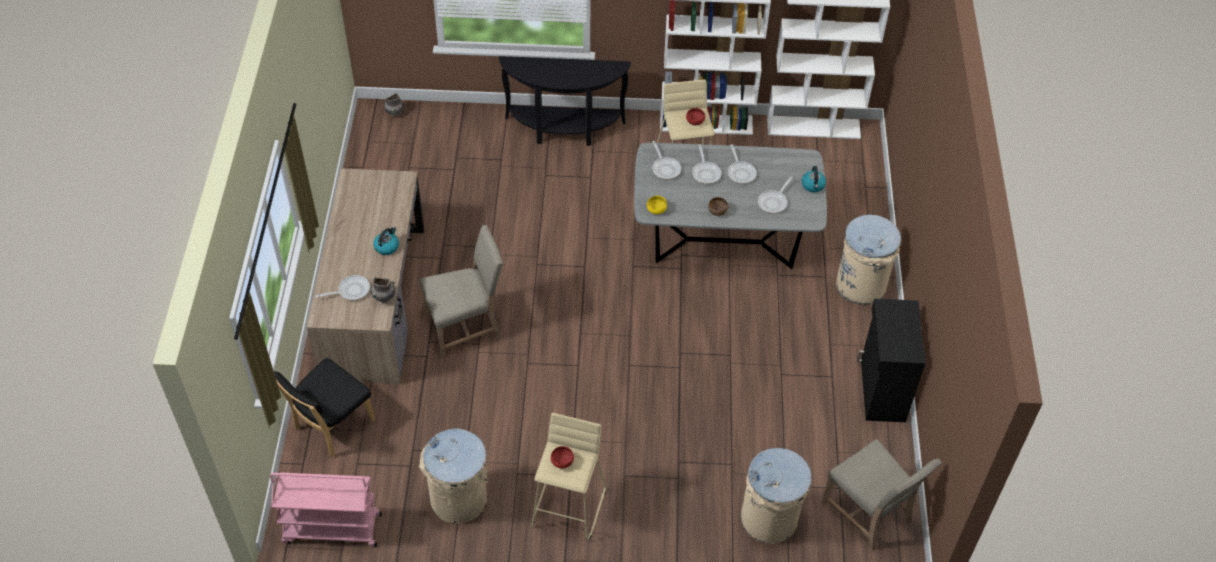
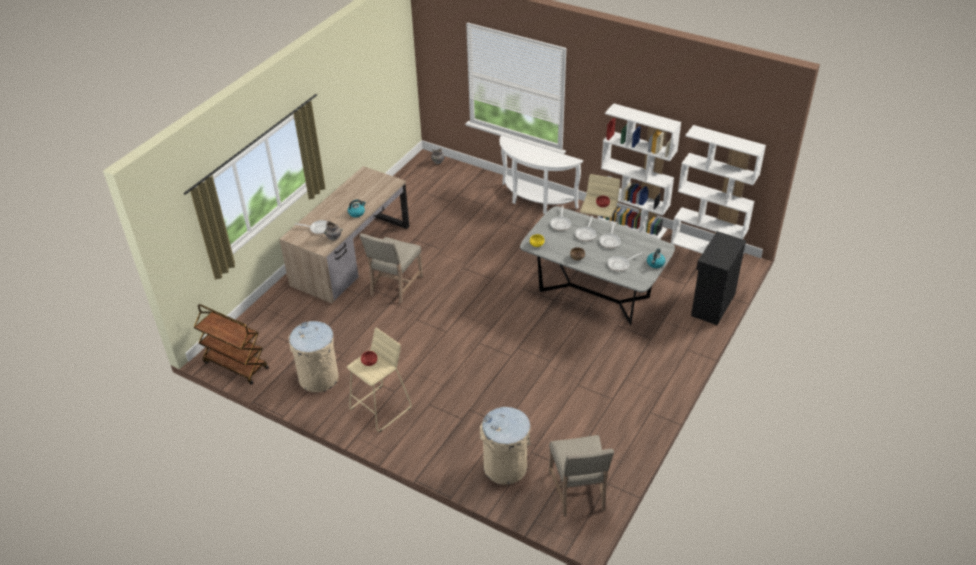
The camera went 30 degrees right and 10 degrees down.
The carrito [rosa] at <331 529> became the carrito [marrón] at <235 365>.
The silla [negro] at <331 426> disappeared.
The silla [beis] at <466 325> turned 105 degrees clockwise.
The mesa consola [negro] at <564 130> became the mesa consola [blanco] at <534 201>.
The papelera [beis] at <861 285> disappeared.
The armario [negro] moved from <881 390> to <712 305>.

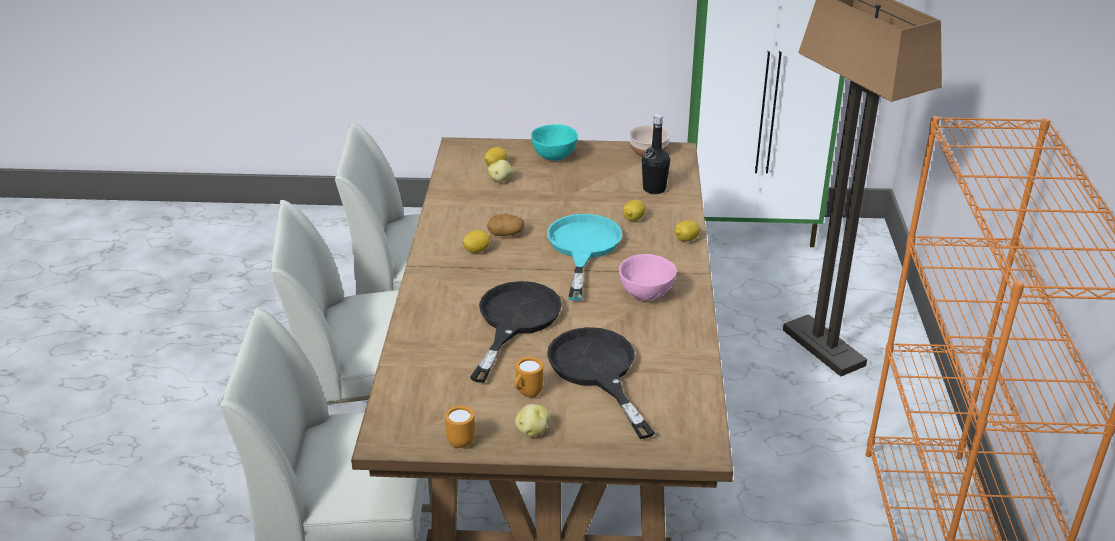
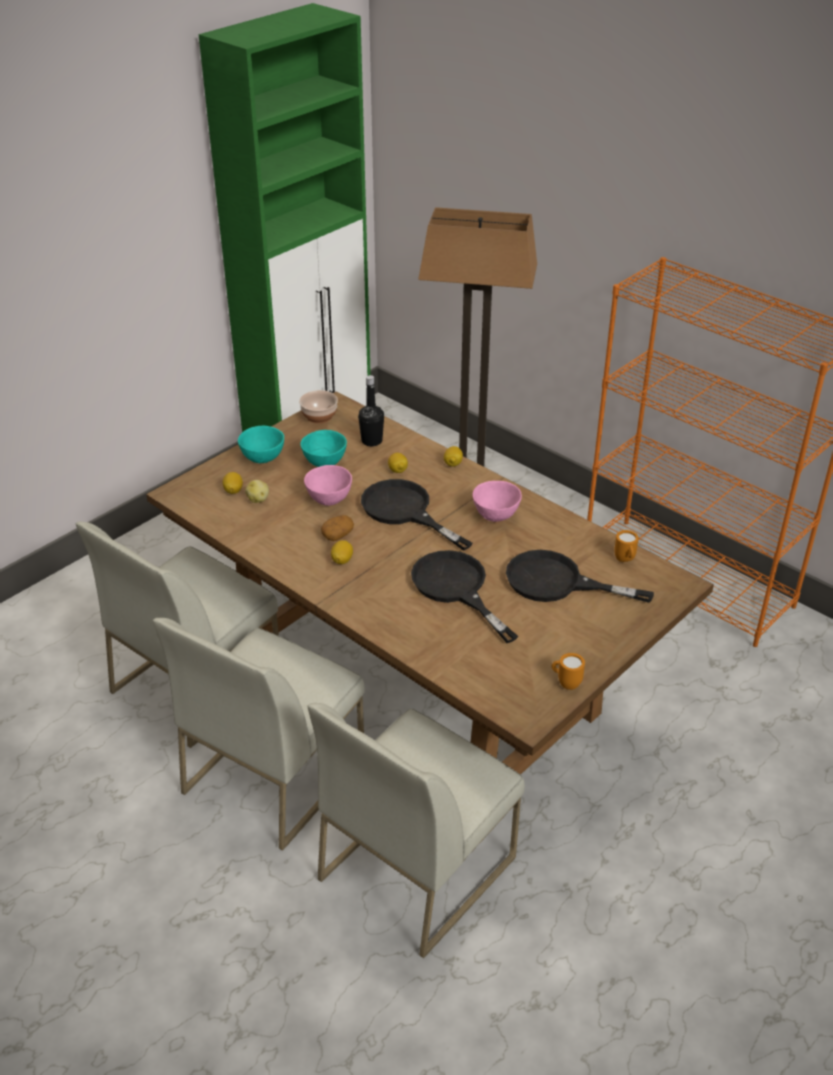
The camera went 50 degrees left and 5 degrees up.
The taza grande [naranja] moved from <527 394> to <625 560>.
The patata at <532 431> disappeared.
The sartén [turquesa] at <582 248> became the sartén [negro] at <404 511>.
The cuenco [turquesa] at <324 463> appeared.
The cuenco [rosa] at <329 499> appeared.

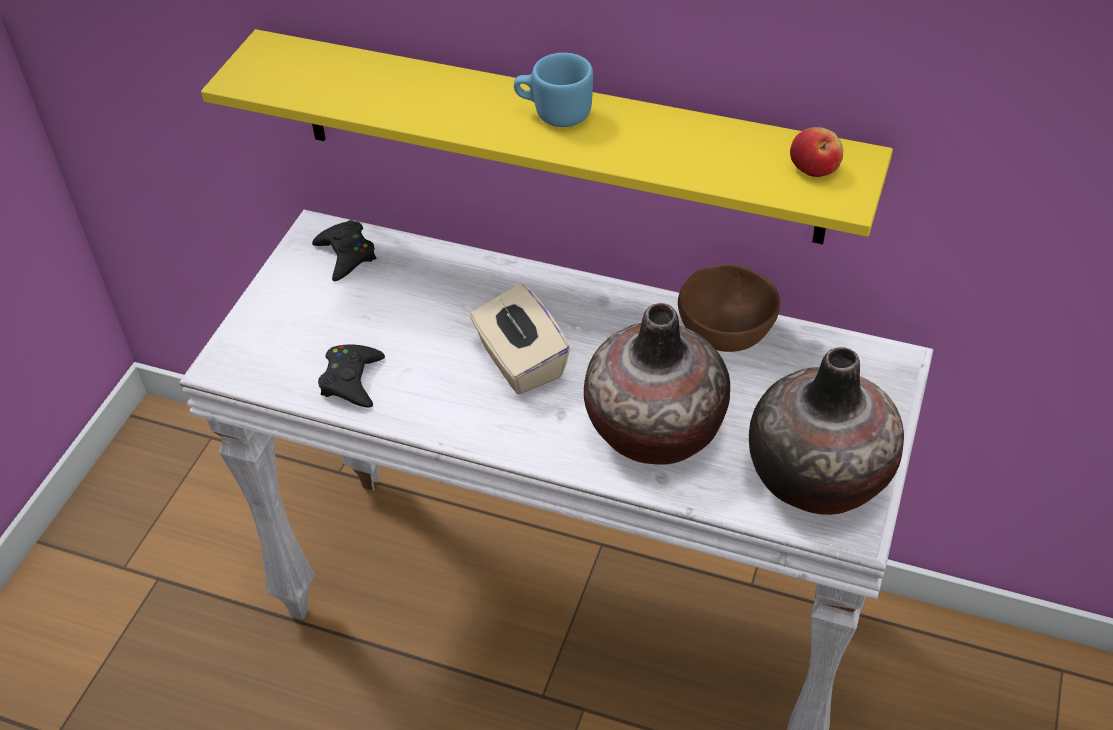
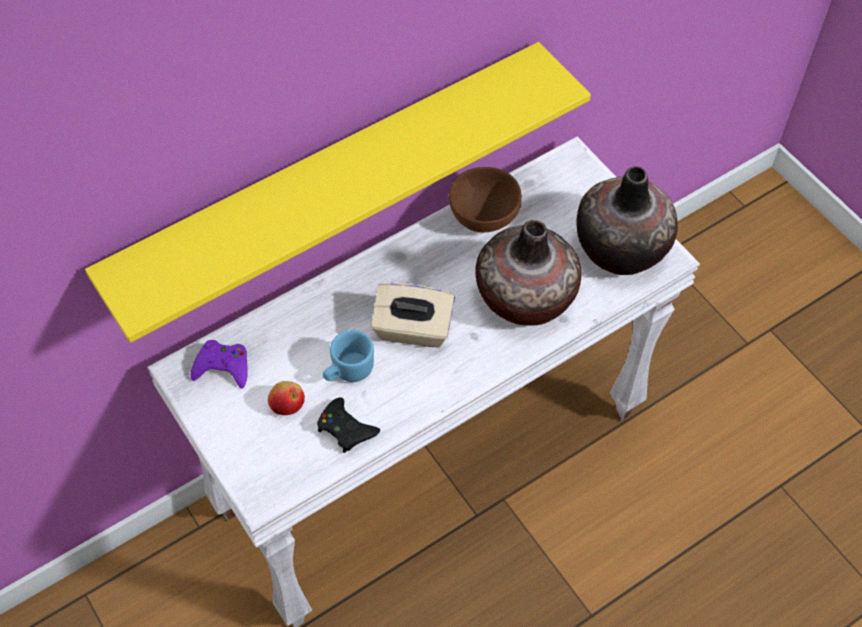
The camera went 55 degrees left and 10 degrees up.
The mando de consola [negro] at <346 255> became the mando de consola [morado] at <223 367>.
The taza grande [azul] moved from <554 113> to <347 371>.
The manzana moved from <814 167> to <287 404>.

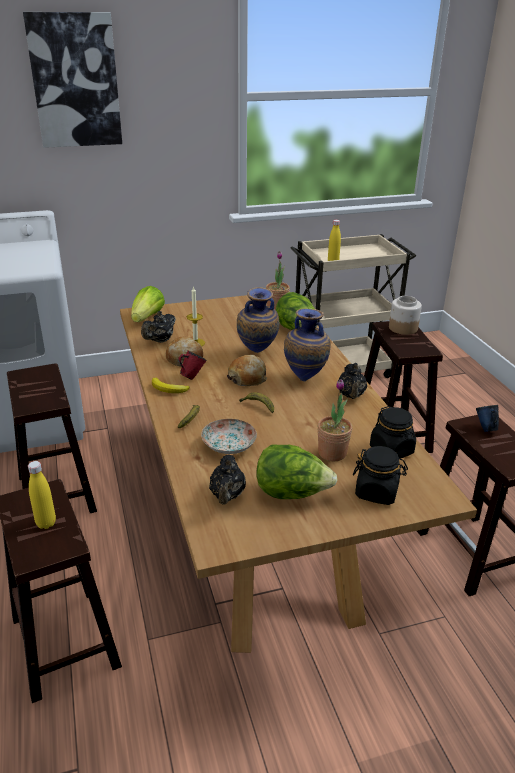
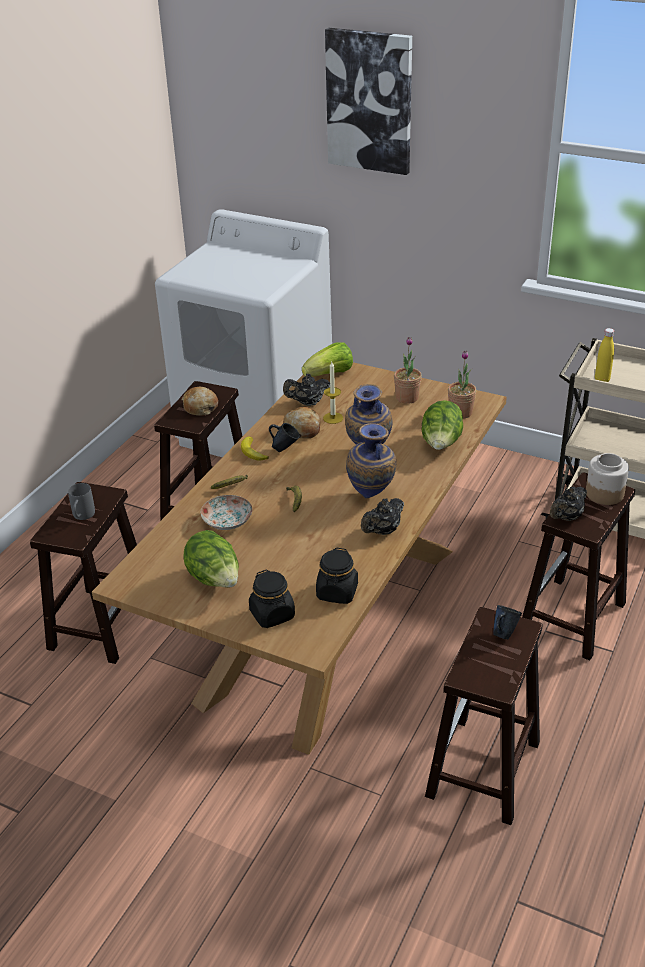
The camera went 45 degrees right and 5 degrees up.
The botella [amarillo] at <46 523> was replaced by the taza grande [gris] at <82 516>.
The taza grande [rojo] at <192 376> became the taza grande [azul] at <285 449>.
The tetera [negro] moved from <227 496> to <567 517>.
The pan moved from <247 378> to <200 407>.
The planta en maceta moved from <332 453> to <407 398>.

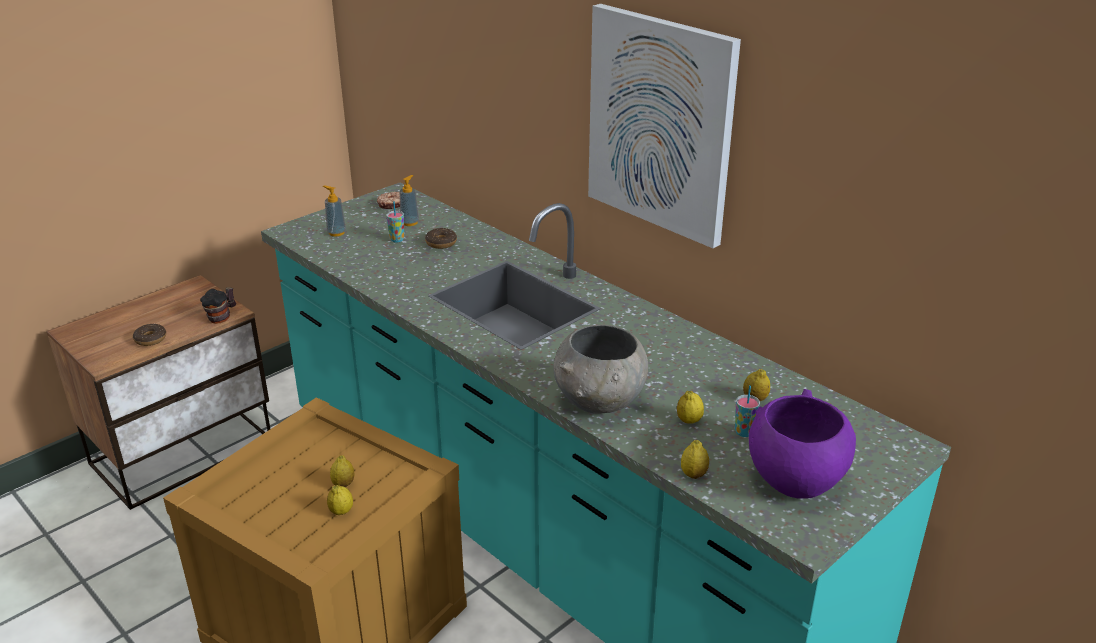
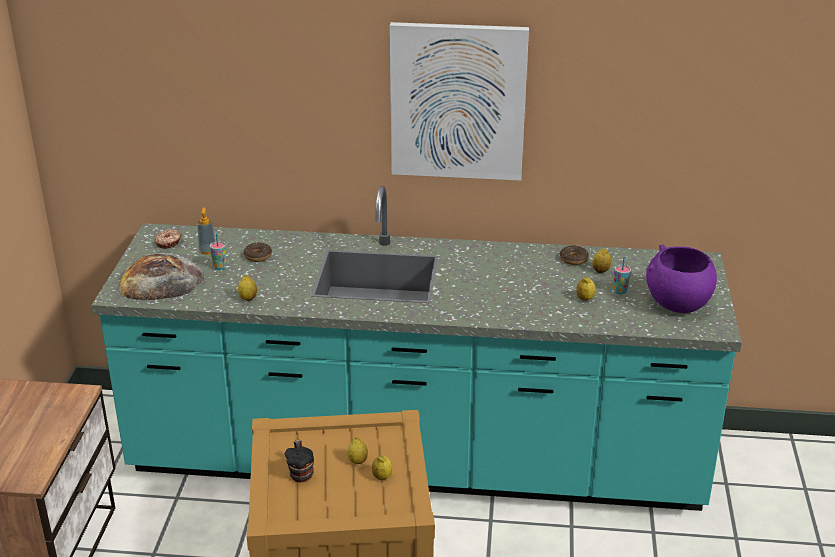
The camera went 40 degrees left and 0 degrees up.
The rosquilla moved from <150 339> to <573 259>.
The taza grande moved from <222 317> to <301 473>.
The dispensador de jabón at <336 233> was replaced by the pan at <161 281>.
The cuenco [gris] at <600 402> disappeared.
The limón moved from <693 474> to <248 299>.

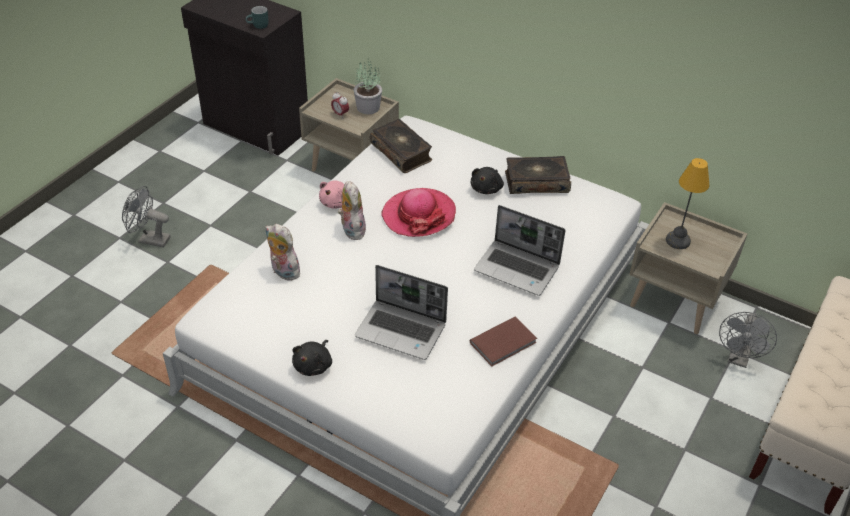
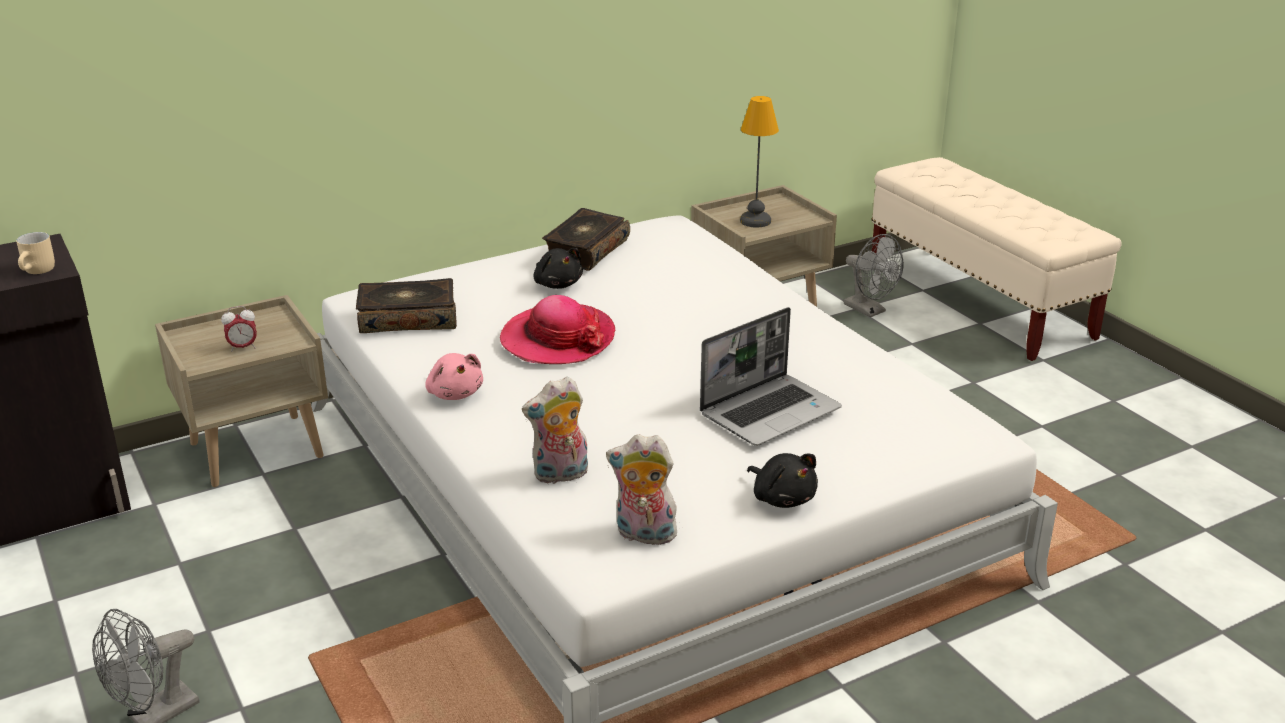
The camera went 60 degrees left and 15 degrees down.
The taza grande [turquesa] at <258 26> became the taza grande [beis] at <39 271>.
The peluche moved from <351 229> to <643 535>.
The planta en maceta at <367 107> disappeared.
The libro [marrón] at <504 343> disappeared.
The portátil at <518 269> disappeared.

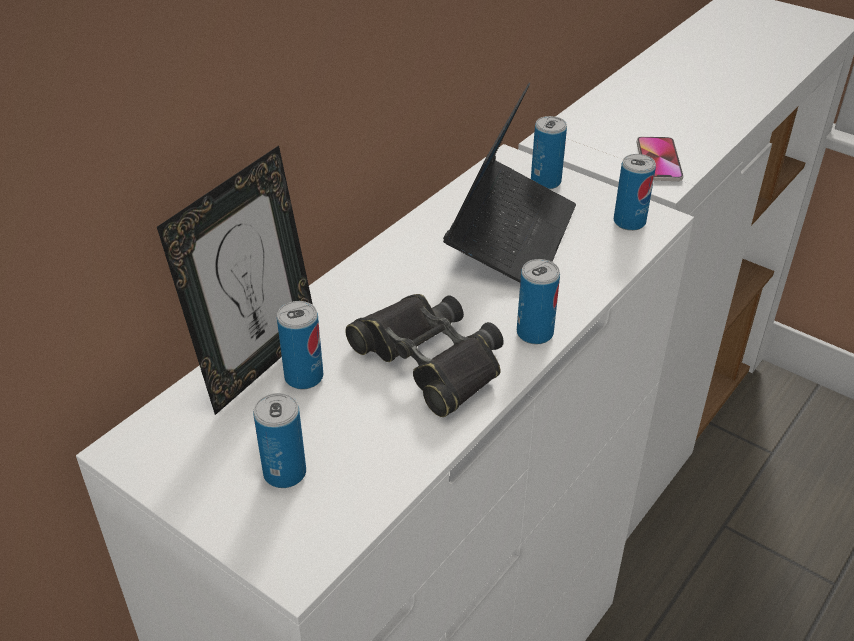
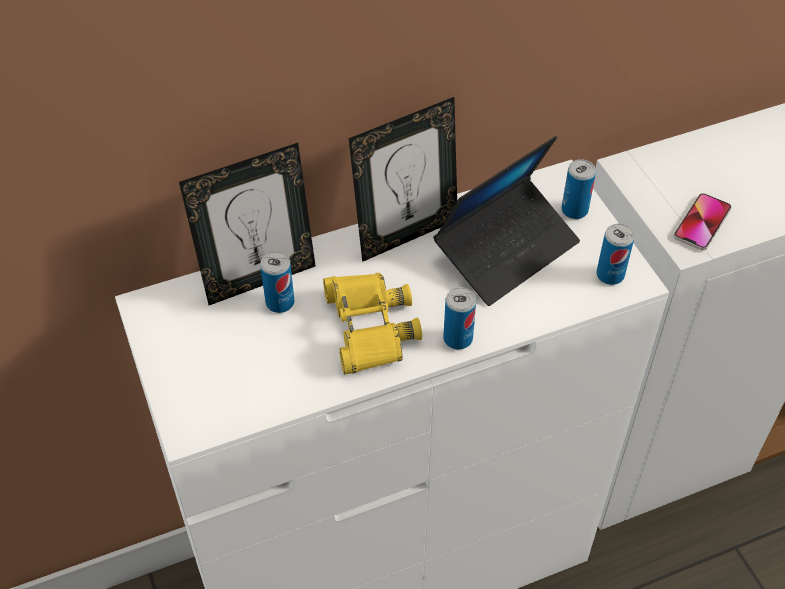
The camera went 30 degrees right and 10 degrees up.
The lata at <285 473> disappeared.
The prismáticos [negro] at <429 360> became the prismáticos [amarillo] at <369 327>.
The portarretratos at <406 234> appeared.

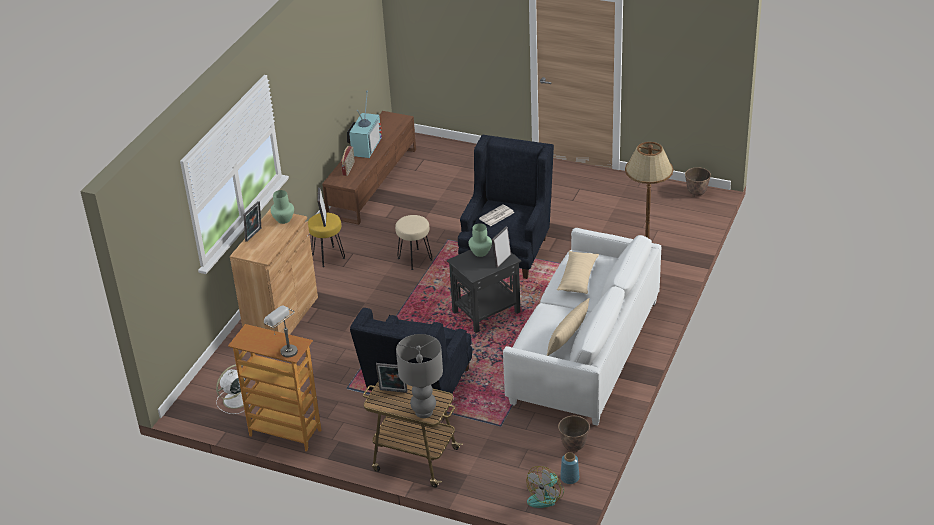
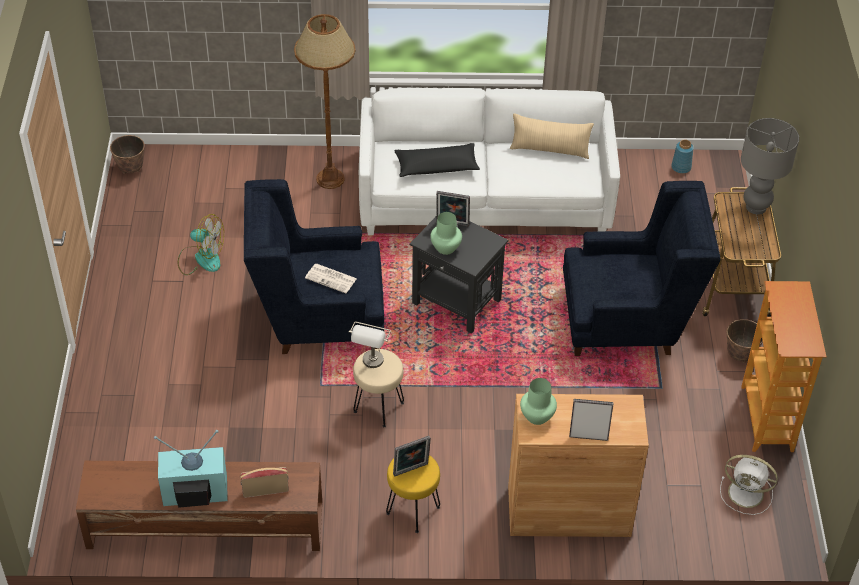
The camera went 115 degrees left and 10 degrees up.
The lámpara de mesa [gris] moved from <284 349> to <371 365>.
The portarretratos at <393 391> disappeared.
The ventilador moved from <546 496> to <201 258>.
The cojín [beis] at <578 278> became the cojín [negro] at <437 166>.
The maceta moved from <574 447> to <740 355>.

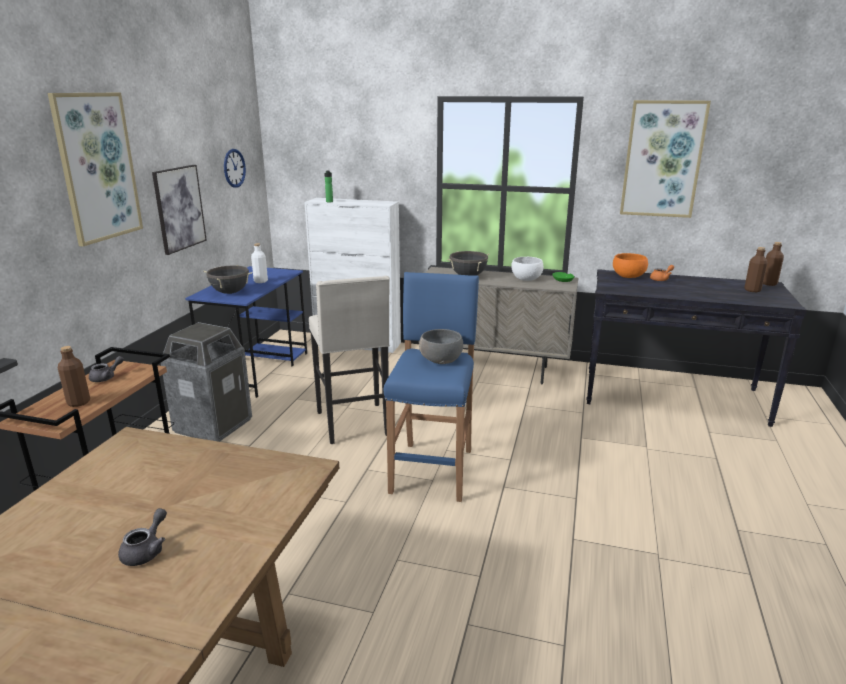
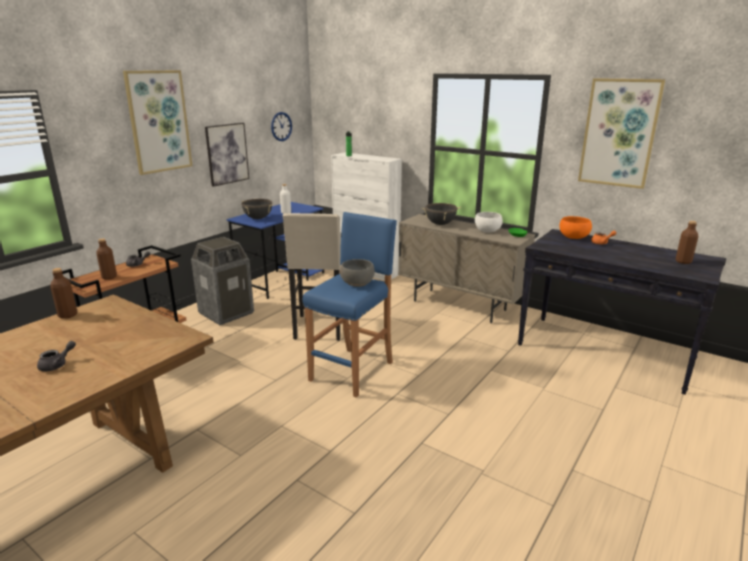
The camera went 20 degrees right and 0 degrees up.
The botella [marrón] moved from <768 284> to <68 315>.

